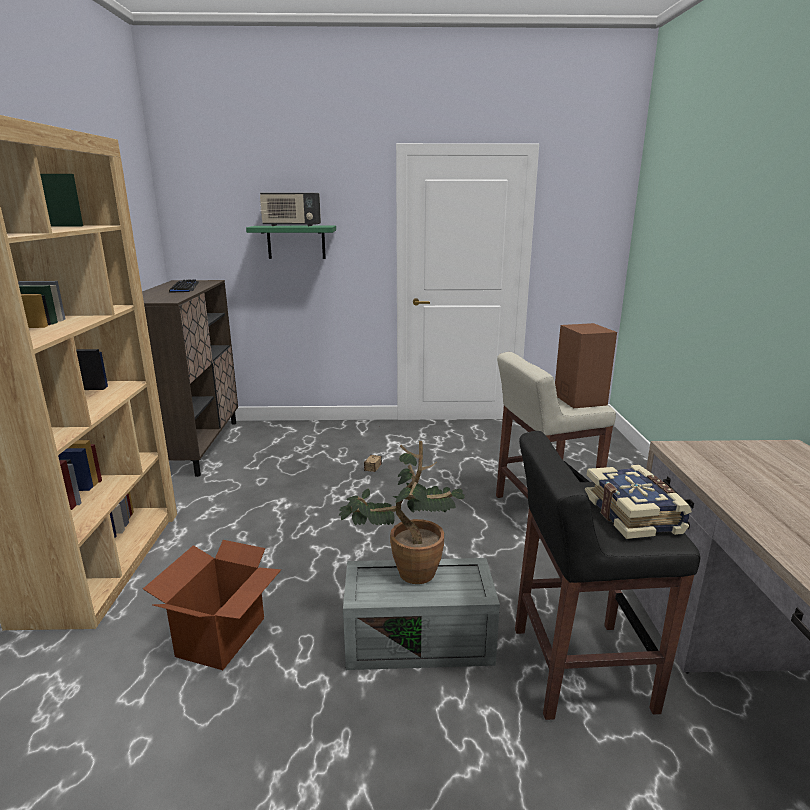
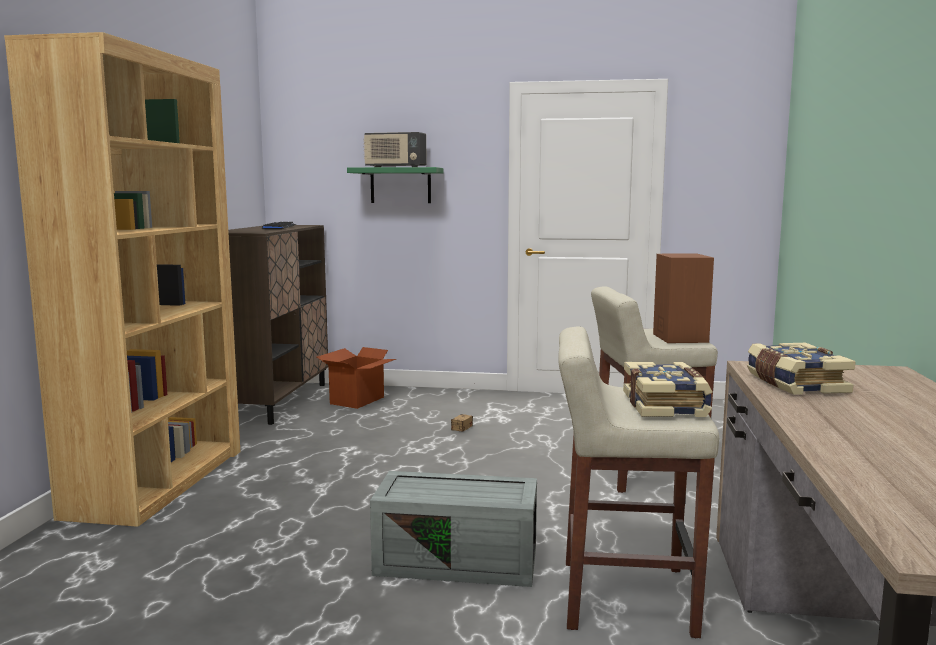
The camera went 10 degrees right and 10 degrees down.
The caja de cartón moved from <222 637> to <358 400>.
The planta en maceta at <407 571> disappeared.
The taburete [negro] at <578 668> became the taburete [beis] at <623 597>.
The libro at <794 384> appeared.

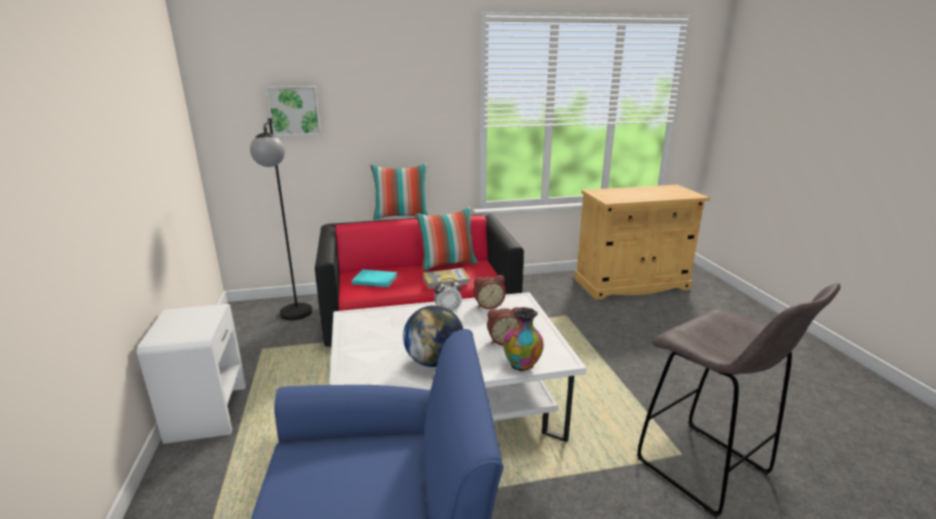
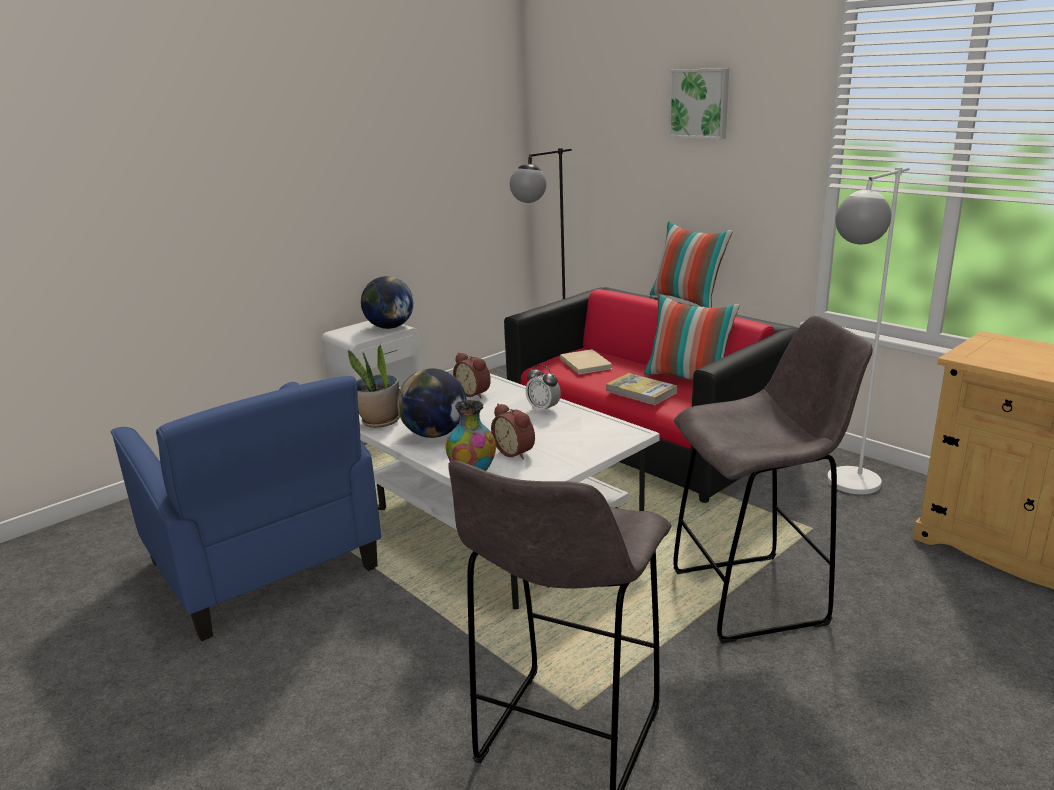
The camera went 60 degrees right and 0 degrees up.
The cuadro moved from <294 111> to <699 103>.
The libro [turquesa] at <375 279> became the libro [beis] at <586 363>.
The despertador moved from <488 305> to <474 393>.
The planta en maceta at <380 421> appeared.
The globo terráqueo at <389 327> appeared.
The taburete [gris] at <753 597> appeared.
The lámpara de pie [blanco] at <844 488> appeared.

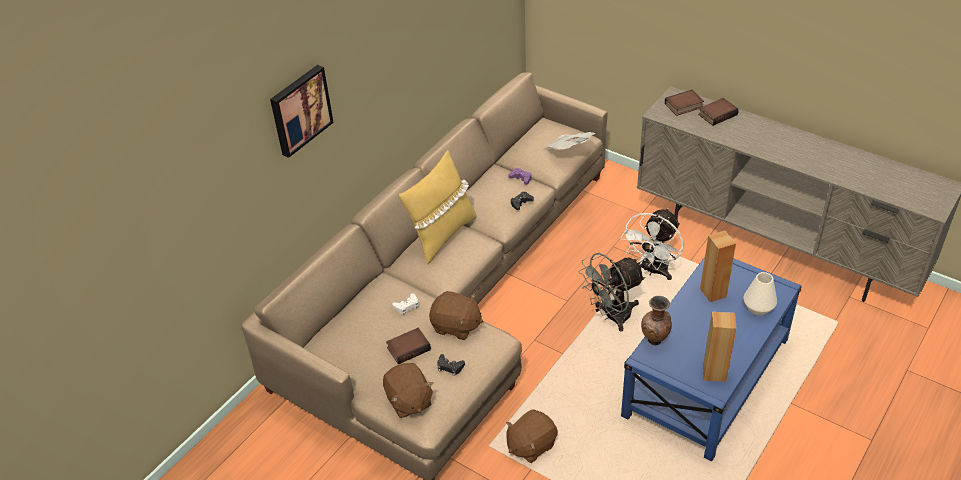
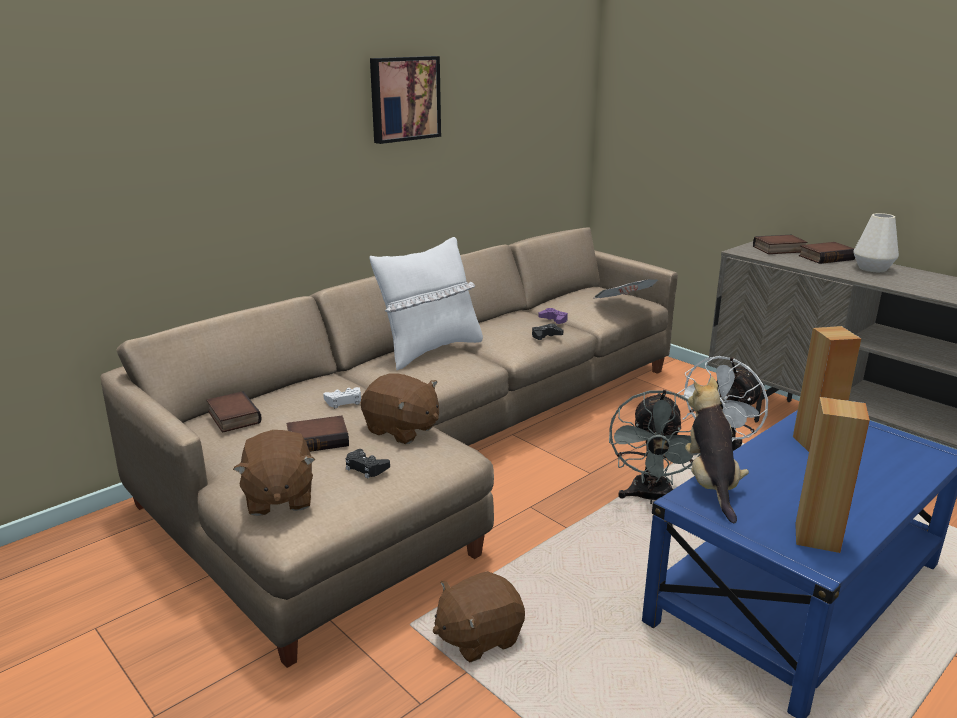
The camera went 10 degrees right and 20 degrees down.
The cuadro moved from <299 110> to <404 98>.
The cojín [amarillo] at <442 235> became the cojín [blanco] at <430 350>.
The ventilador [gris] at <611 316> turned 60 degrees counterclockwise.
The florero [marrón] at <655 341> was replaced by the peluche at <710 484>.
The florero [blanco] moved from <758 308> to <872 268>.
The libro at <232 417> appeared.

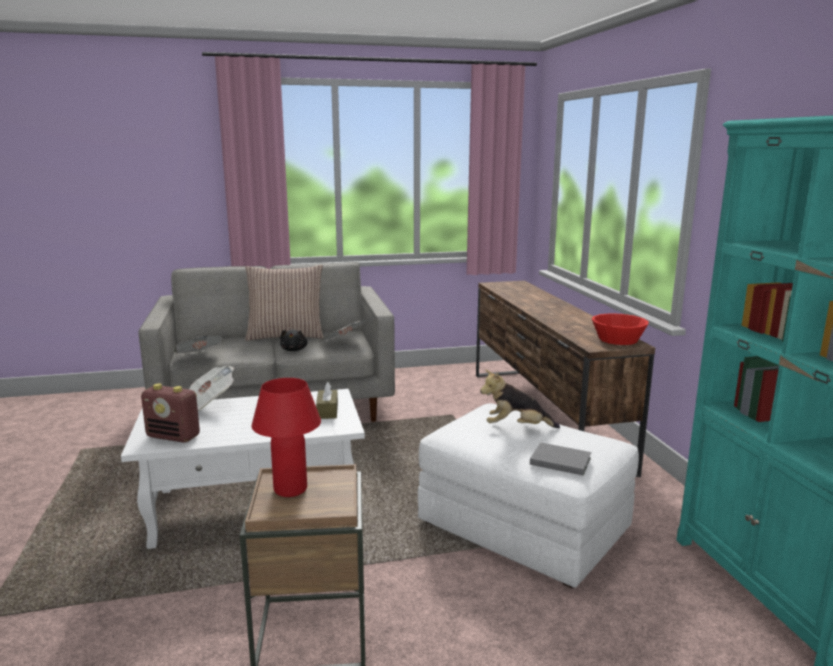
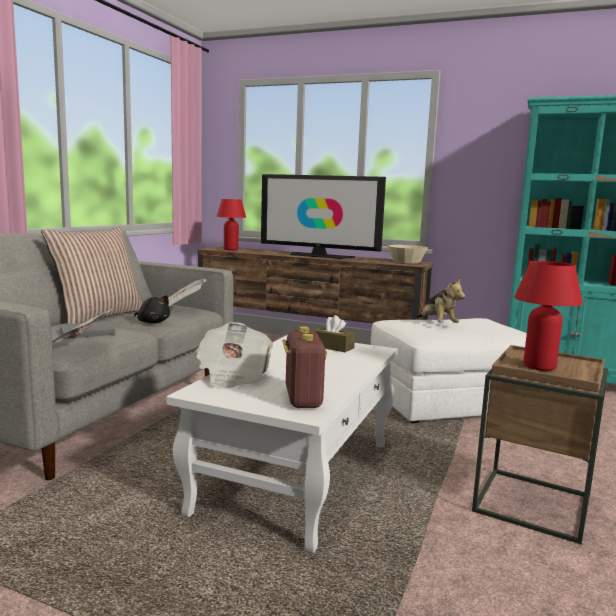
The camera went 55 degrees left and 5 degrees down.
The radio at <174 437> turned 60 degrees counterclockwise.
The peluche at <516 427> turned 60 degrees counterclockwise.
The libro [gris] moved from <559 460> to <85 332>.
The cuenco [rojo] at <618 339> became the cuenco [beis] at <406 261>.
The lámpara de mesa [rojo] at <231 249> appeared.
The televisor at <319 256> appeared.

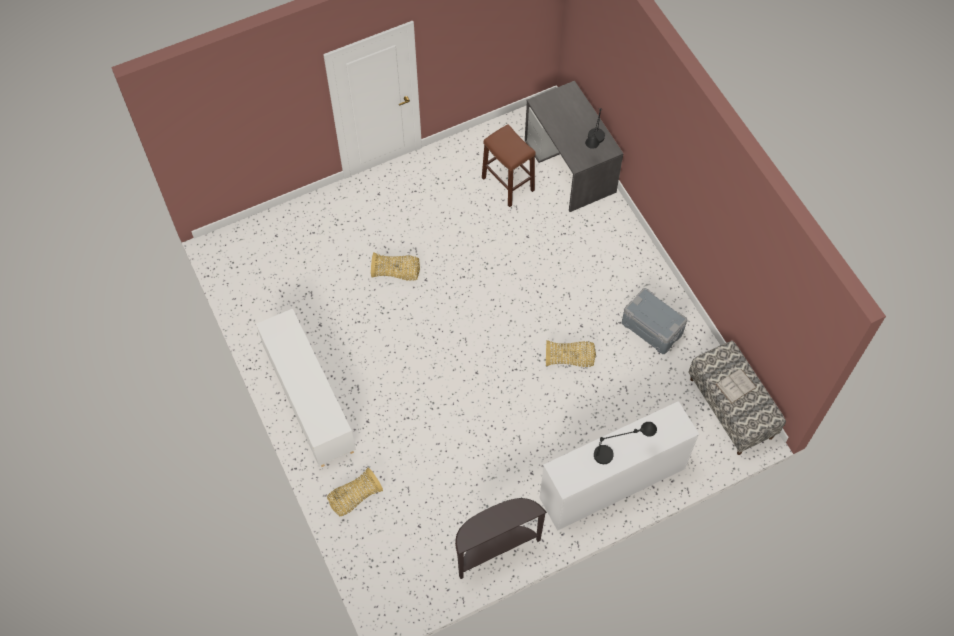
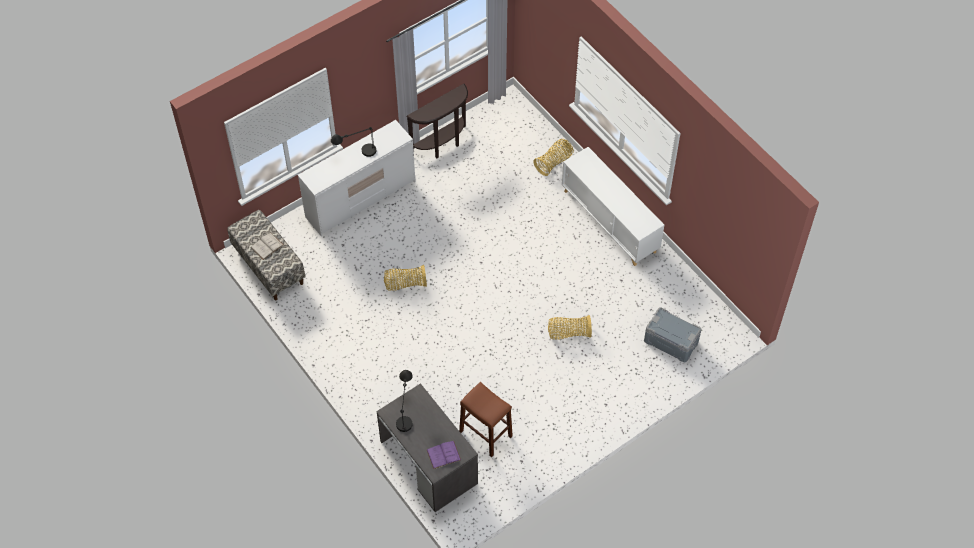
The camera went 170 degrees right and 5 degrees down.
The caja de almacenaje [gris] moved from <652 328> to <670 342>.
The libro [morado] at <443 455> appeared.

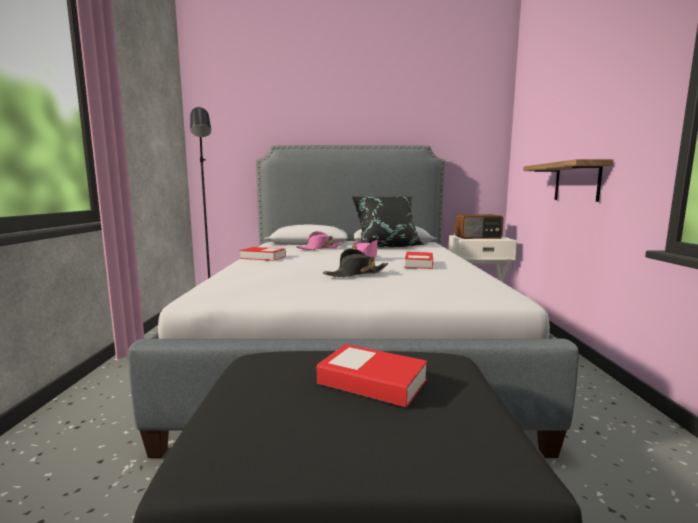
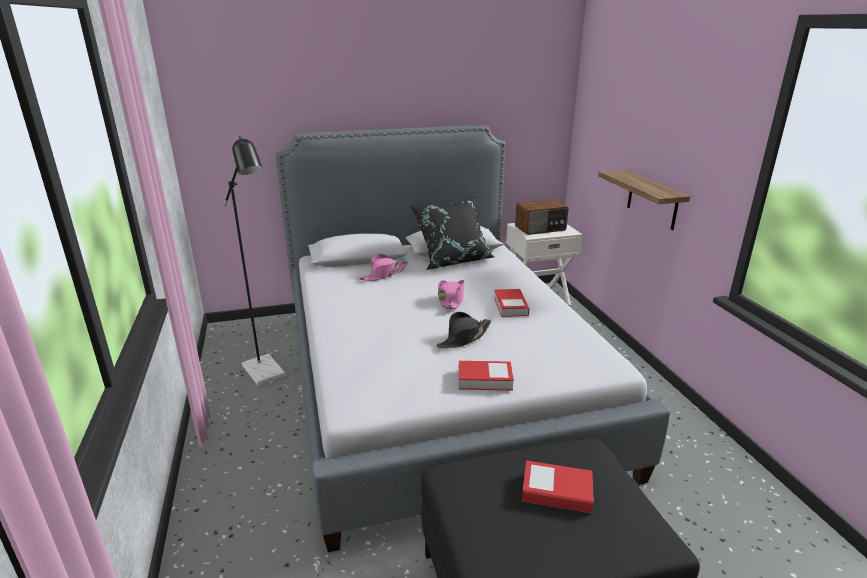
The camera went 15 degrees left and 15 degrees up.
The libro moved from <263 257> to <484 379>.

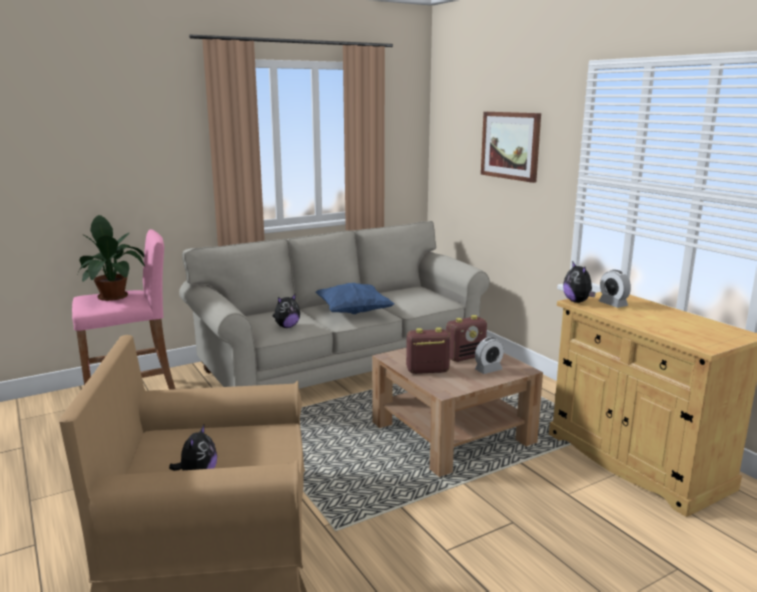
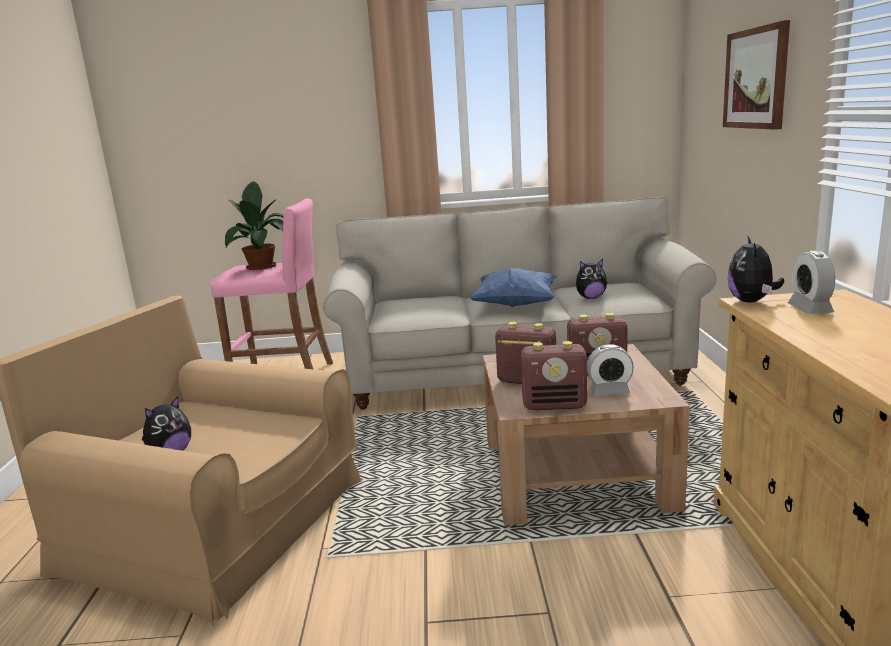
The camera went 30 degrees right and 0 degrees up.
The peluche moved from <287 326> to <590 298>.
The radio at <555 405> appeared.

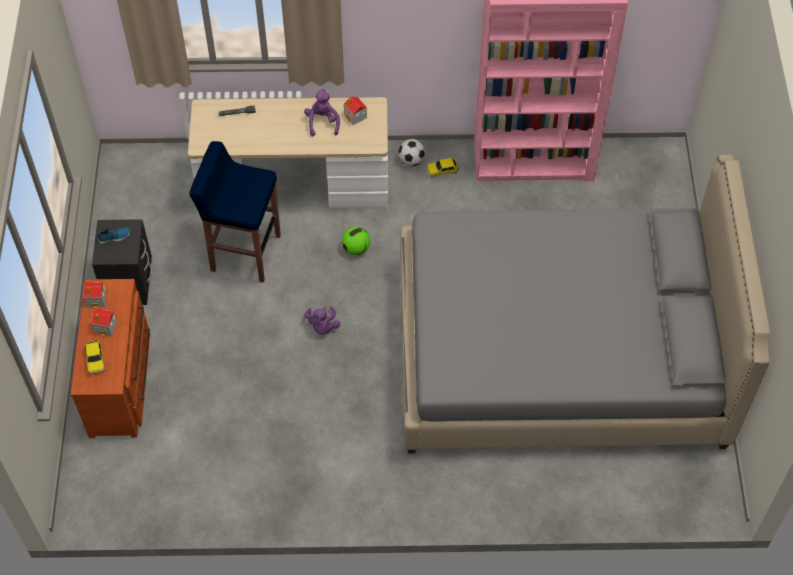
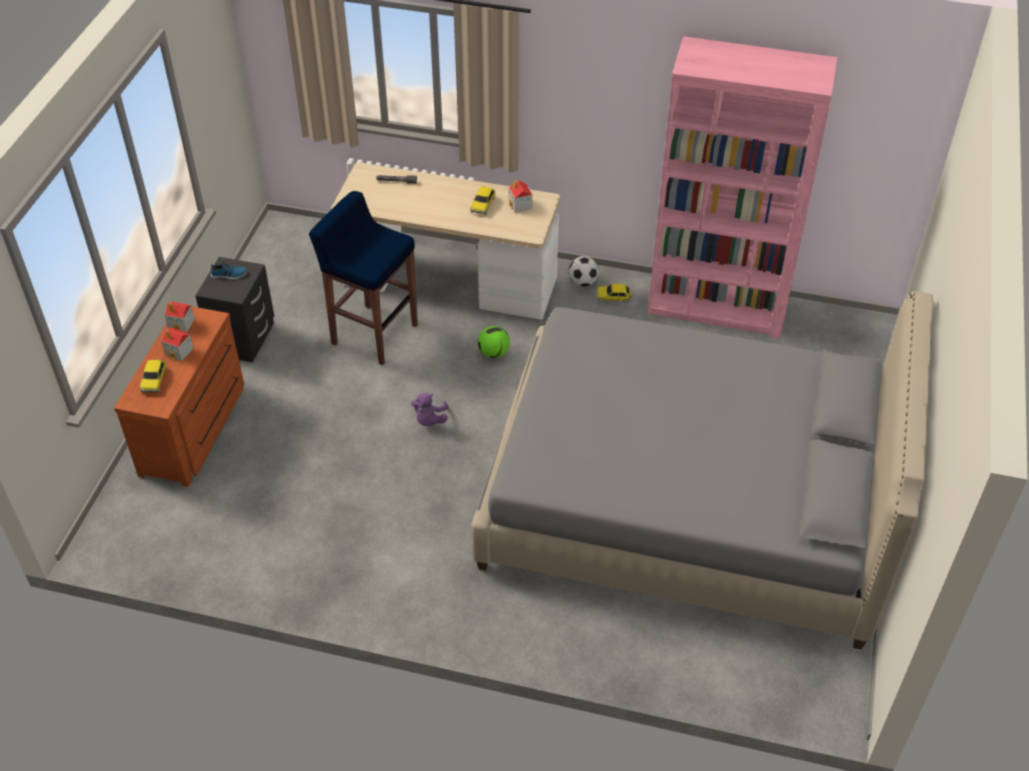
The camera went 15 degrees right and 10 degrees down.
The peluche [morado] at <322 122> was replaced by the coche de juguete at <483 205>.

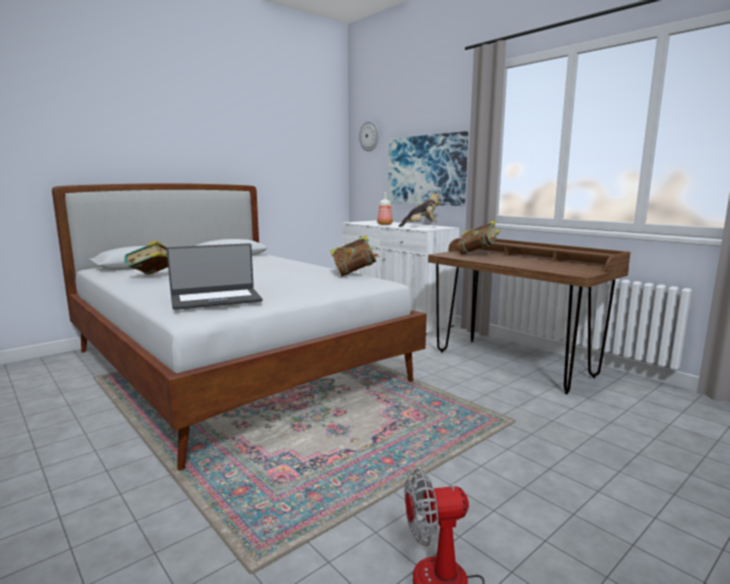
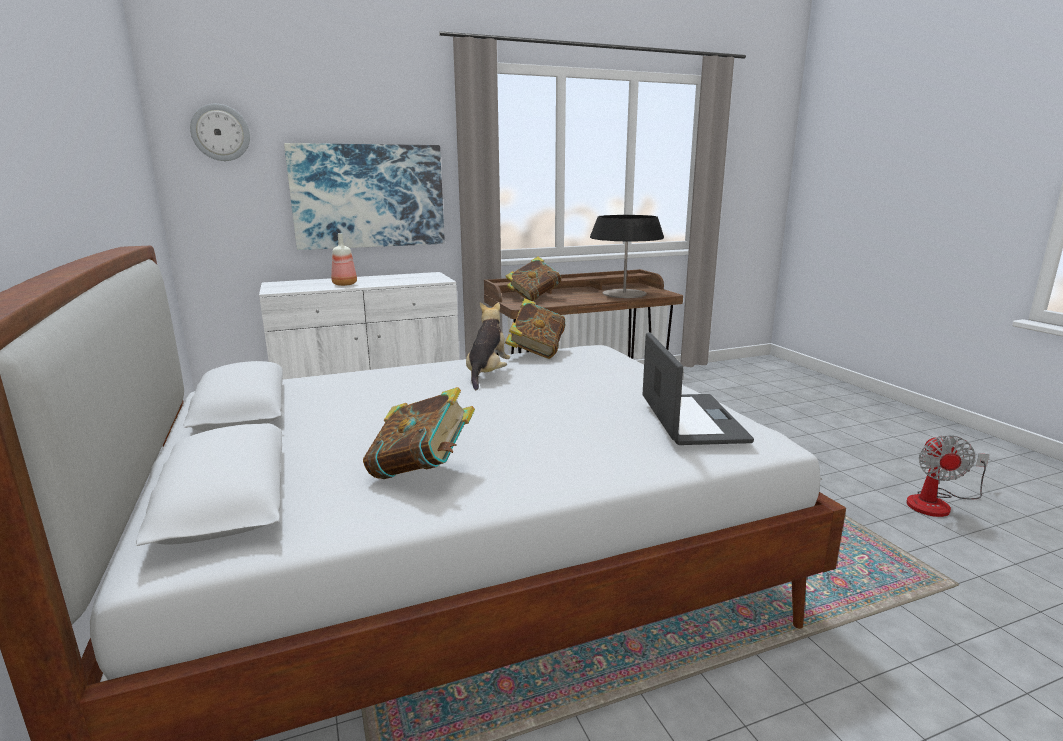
The camera went 70 degrees left and 5 degrees up.
The peluche moved from <421 226> to <487 374>.
The lámpara de mesa at <624 294> appeared.

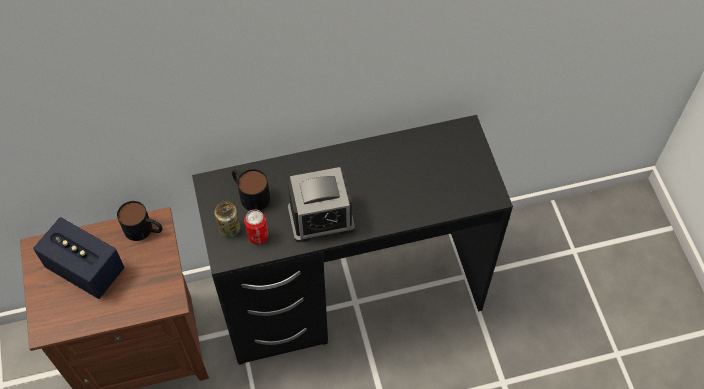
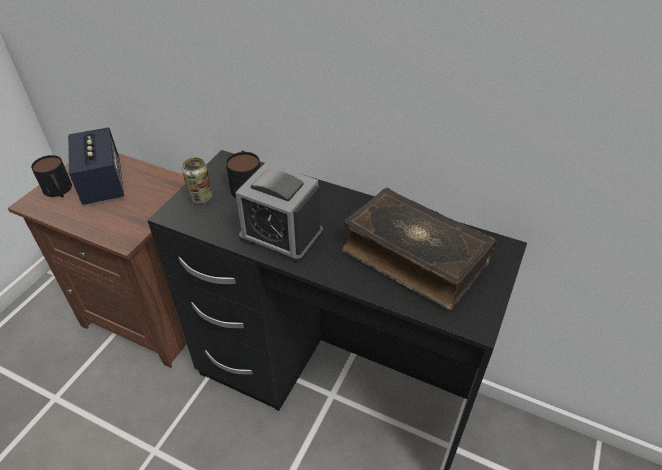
The camera went 40 degrees right and 15 degrees down.
The taza grande moved from <144 230> to <59 191>.
The lata at <258 236> disappeared.
The libro at <413 257> appeared.

